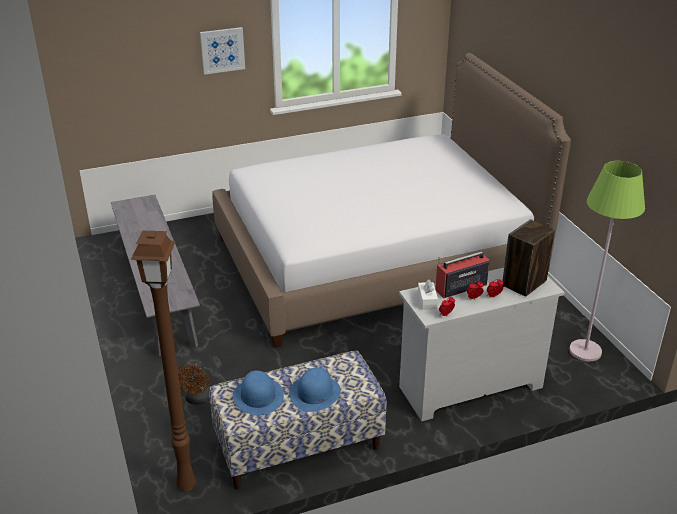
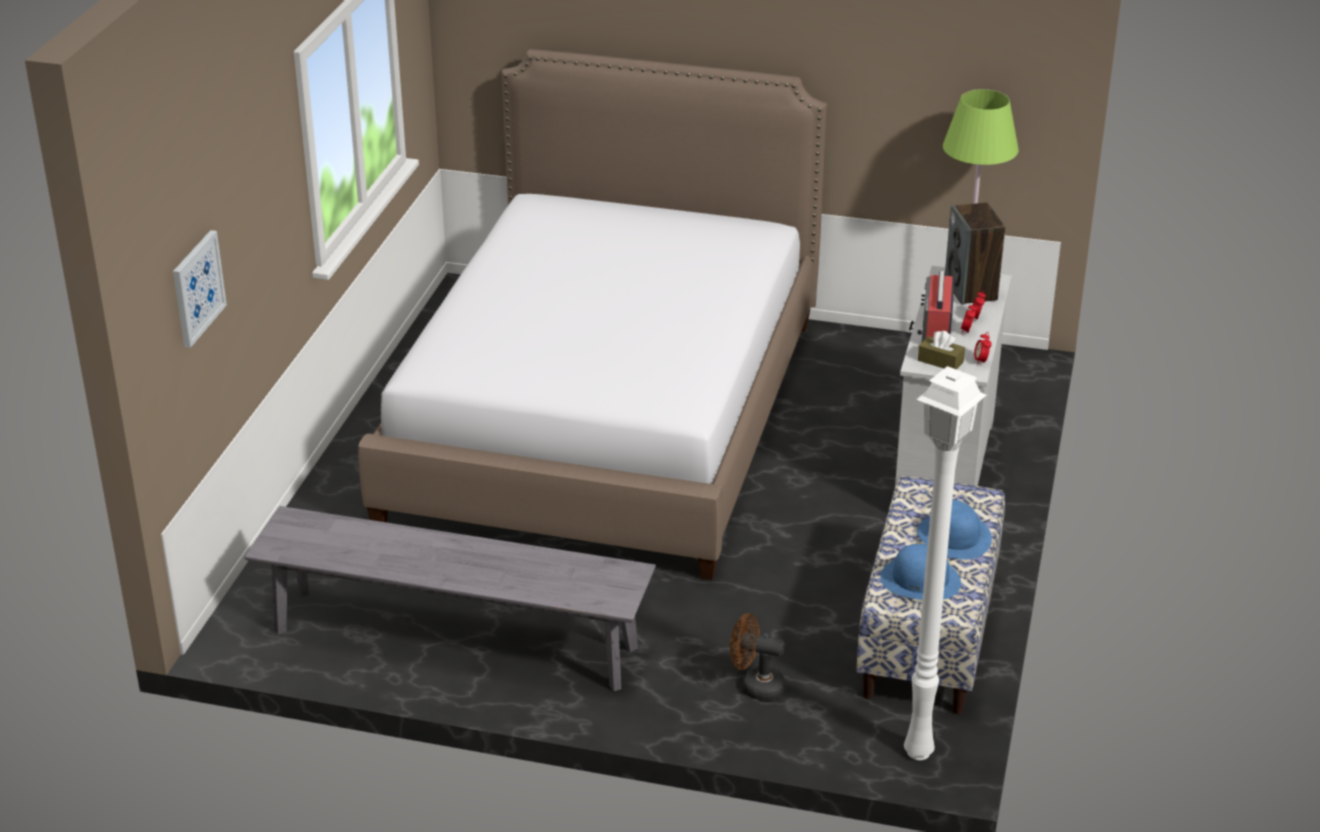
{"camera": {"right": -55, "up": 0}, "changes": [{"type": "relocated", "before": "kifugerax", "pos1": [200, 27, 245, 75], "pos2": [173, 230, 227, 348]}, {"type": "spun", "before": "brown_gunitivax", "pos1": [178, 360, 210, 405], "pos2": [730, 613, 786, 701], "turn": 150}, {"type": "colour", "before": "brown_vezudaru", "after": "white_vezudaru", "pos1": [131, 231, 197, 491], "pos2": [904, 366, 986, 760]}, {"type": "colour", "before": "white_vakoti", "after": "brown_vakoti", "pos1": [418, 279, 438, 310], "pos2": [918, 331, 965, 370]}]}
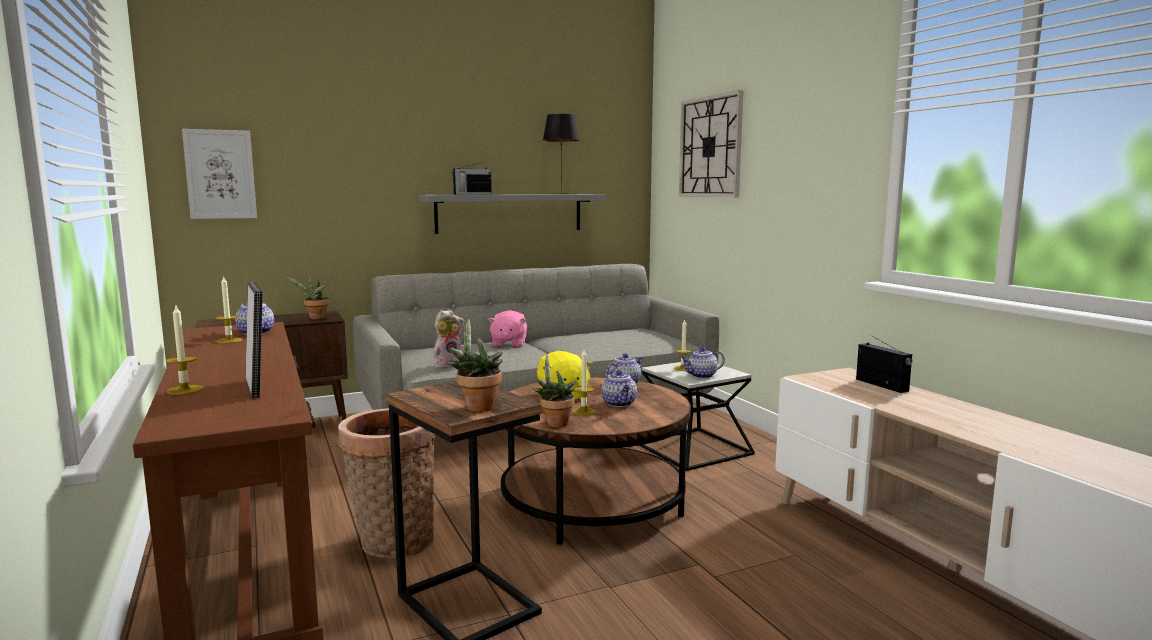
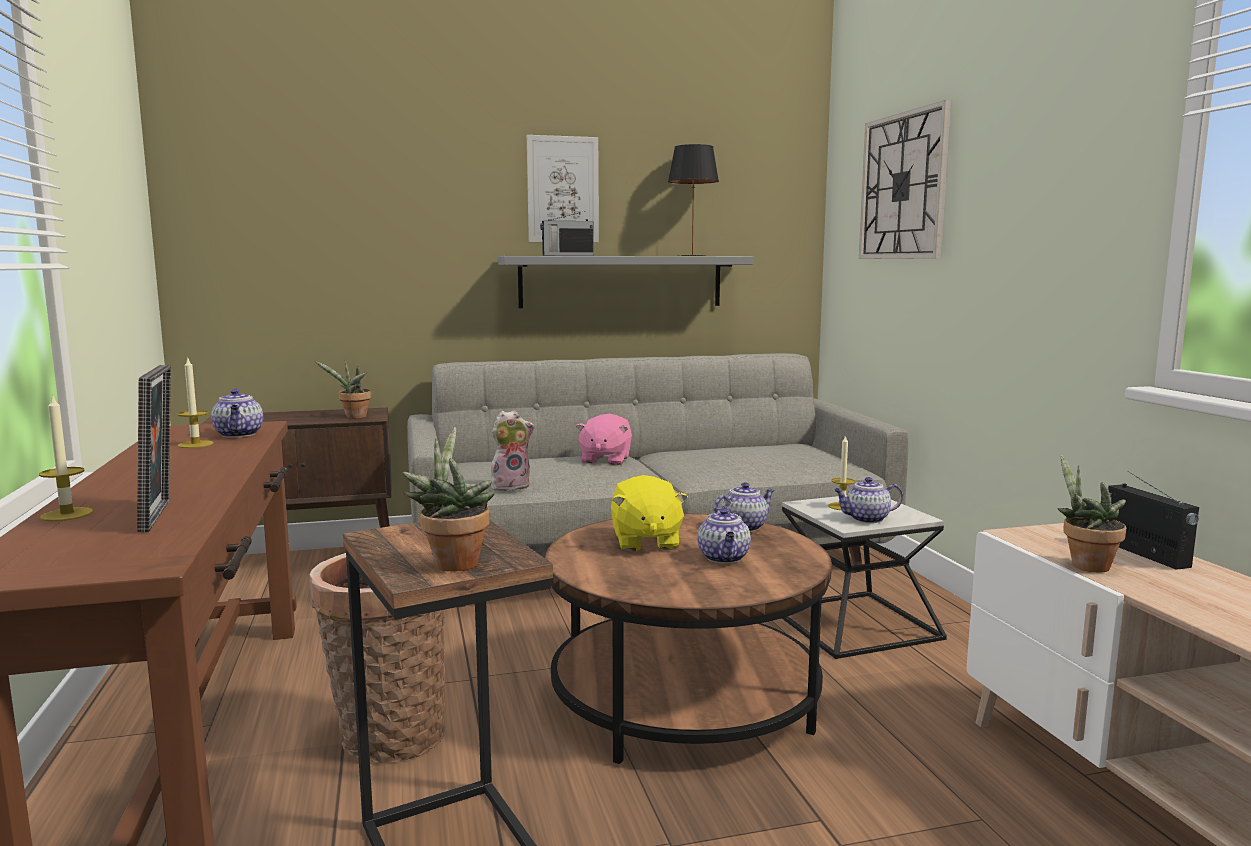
{"camera": {"right": 10, "up": 0}, "changes": [{"type": "relocated", "before": "kifugerax", "pos1": [182, 129, 257, 219], "pos2": [527, 135, 599, 243]}, {"type": "relocated", "before": "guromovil", "pos1": [533, 354, 576, 427], "pos2": [1058, 455, 1126, 573]}, {"type": "missing", "before": "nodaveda", "pos1": [572, 350, 596, 415]}]}
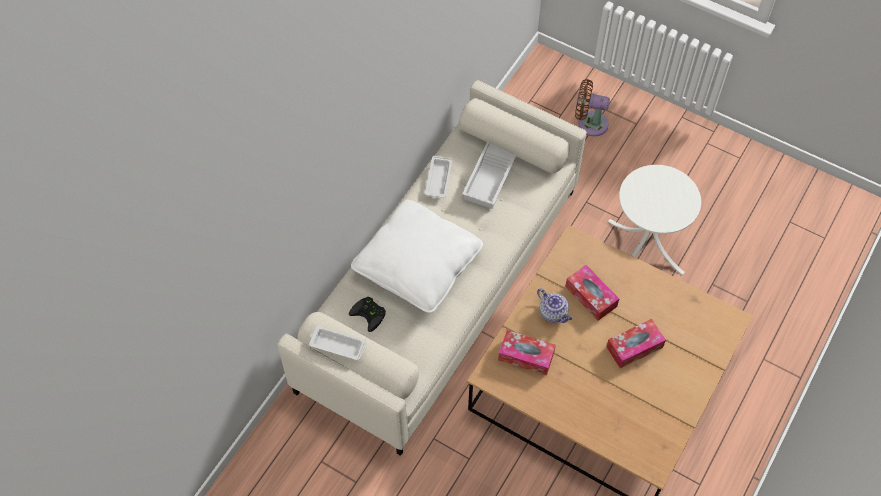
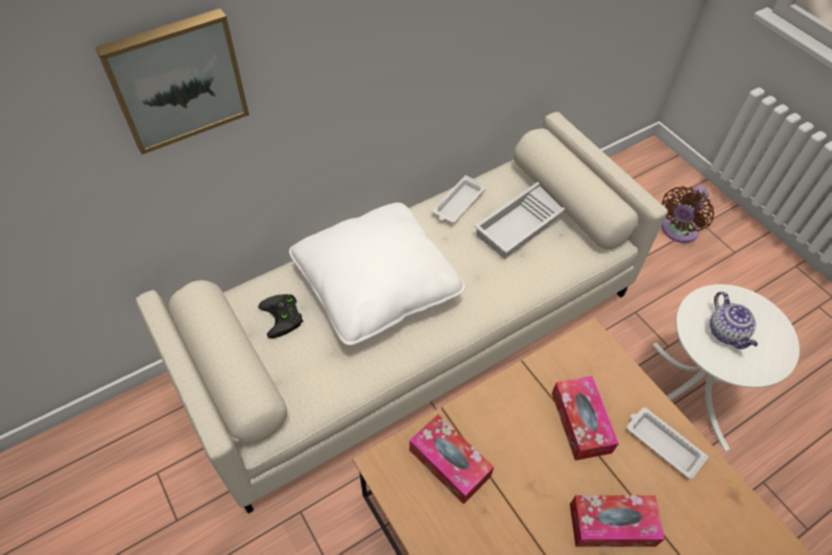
{"camera": {"right": 25, "up": -5}, "changes": [{"type": "appeared", "after": "kifugerax", "pos2": [95, 8, 249, 155]}, {"type": "relocated", "before": "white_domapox", "pos1": [309, 326, 367, 360], "pos2": [627, 408, 708, 479]}, {"type": "spun", "before": "brown_gunitivax", "pos1": [575, 79, 610, 136], "pos2": [662, 186, 714, 243], "turn": -90}, {"type": "relocated", "before": "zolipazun", "pos1": [537, 288, 572, 323], "pos2": [710, 292, 758, 349]}]}
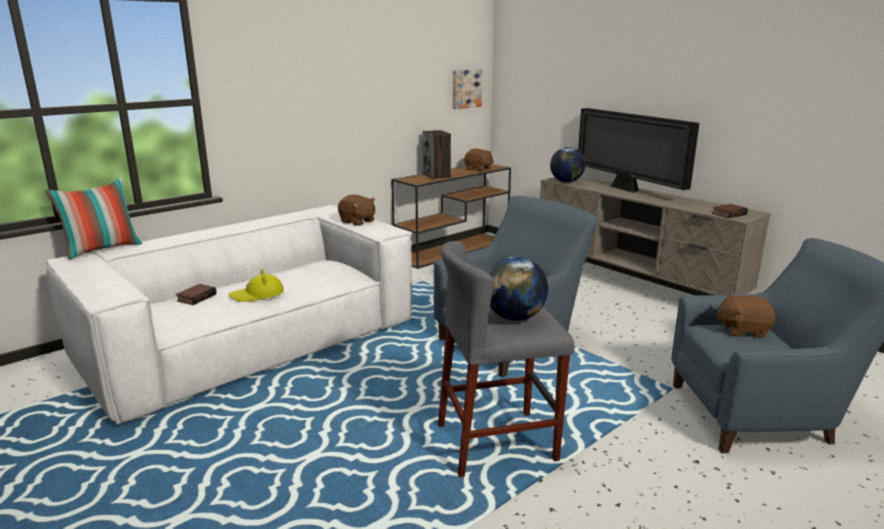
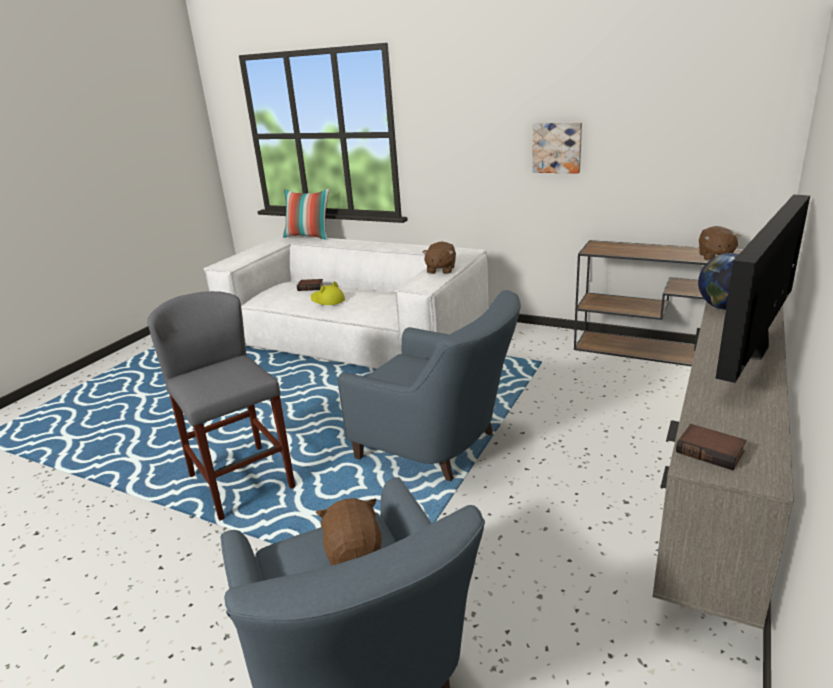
{"camera": {"right": 70, "up": 5}, "changes": [{"type": "relocated", "before": "kifugerax", "pos1": [453, 69, 482, 109], "pos2": [532, 123, 582, 174]}, {"type": "missing", "before": "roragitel", "pos1": [422, 130, 451, 179]}, {"type": "missing", "before": "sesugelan", "pos1": [488, 257, 548, 321]}]}
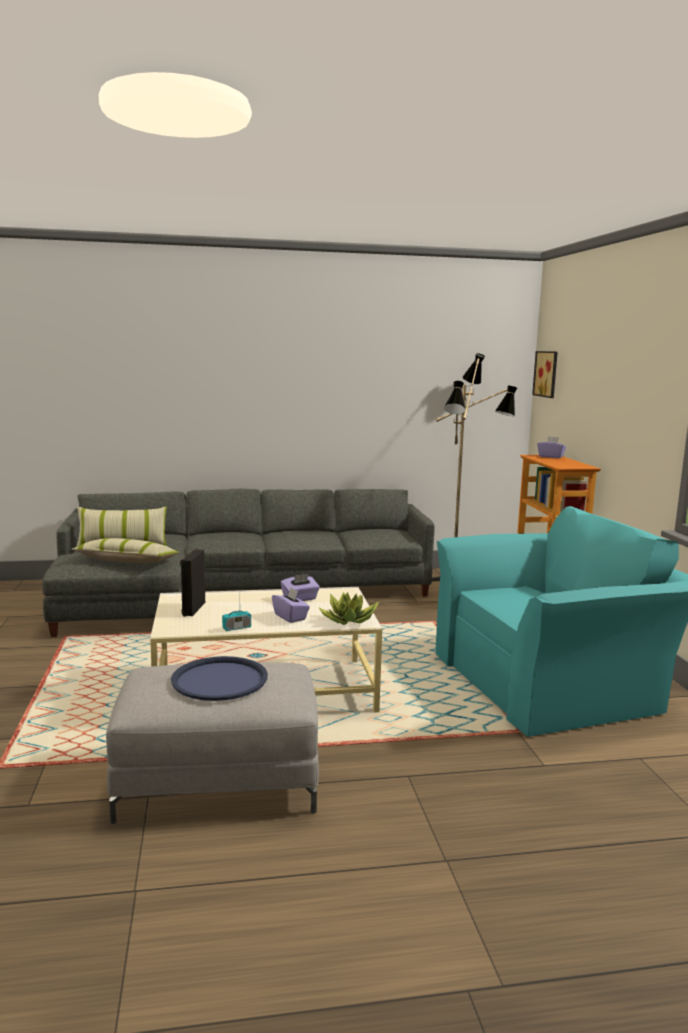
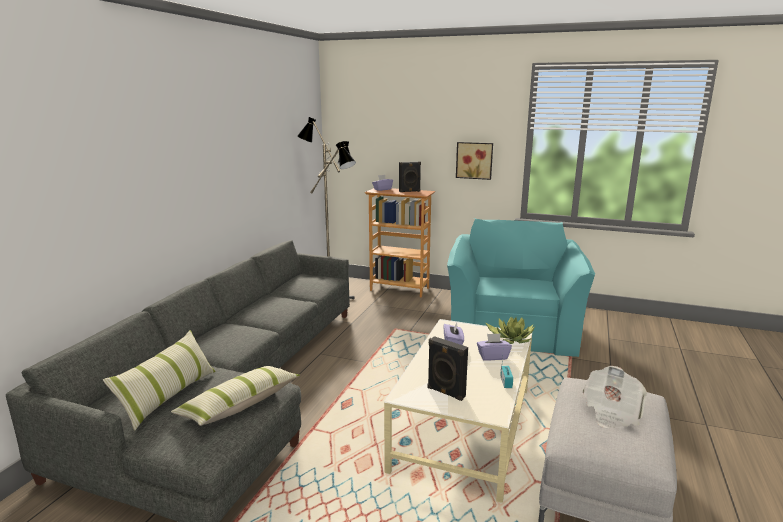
{"camera": {"right": -60, "up": 5}, "changes": [{"type": "appeared", "after": "black_roragitel", "pos2": [399, 161, 421, 192]}, {"type": "relocated", "before": "kifugerax", "pos1": [532, 351, 558, 398], "pos2": [456, 142, 493, 180]}, {"type": "exchanged", "before": "blue_domapox", "after": "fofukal", "pos1": [171, 656, 268, 701], "pos2": [583, 366, 647, 428]}]}
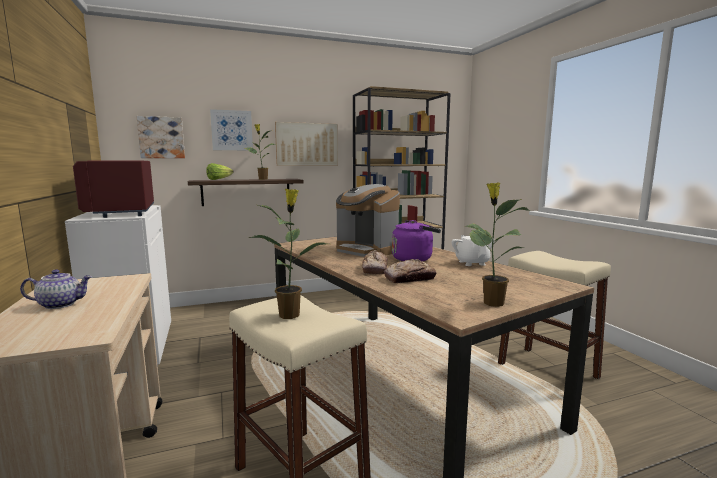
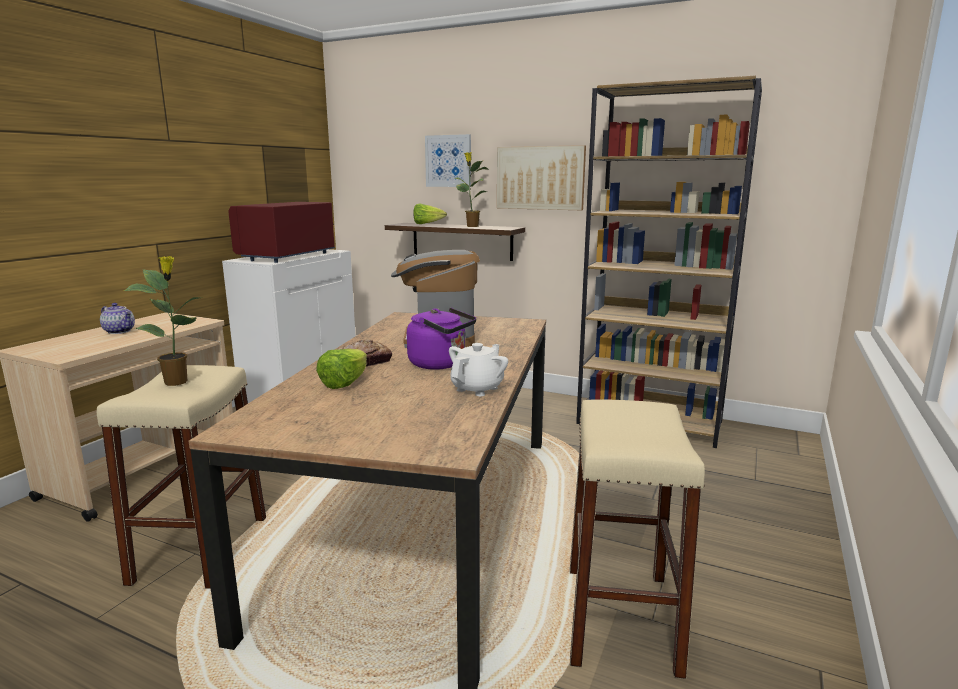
{"camera": {"right": 45, "up": 5}, "changes": [{"type": "exchanged", "before": "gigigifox", "after": "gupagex", "pos1": [384, 259, 436, 283], "pos2": [316, 349, 367, 389]}, {"type": "missing", "before": "kifugerax", "pos1": [136, 116, 185, 158]}, {"type": "missing", "before": "guromovil", "pos1": [465, 183, 531, 307]}]}
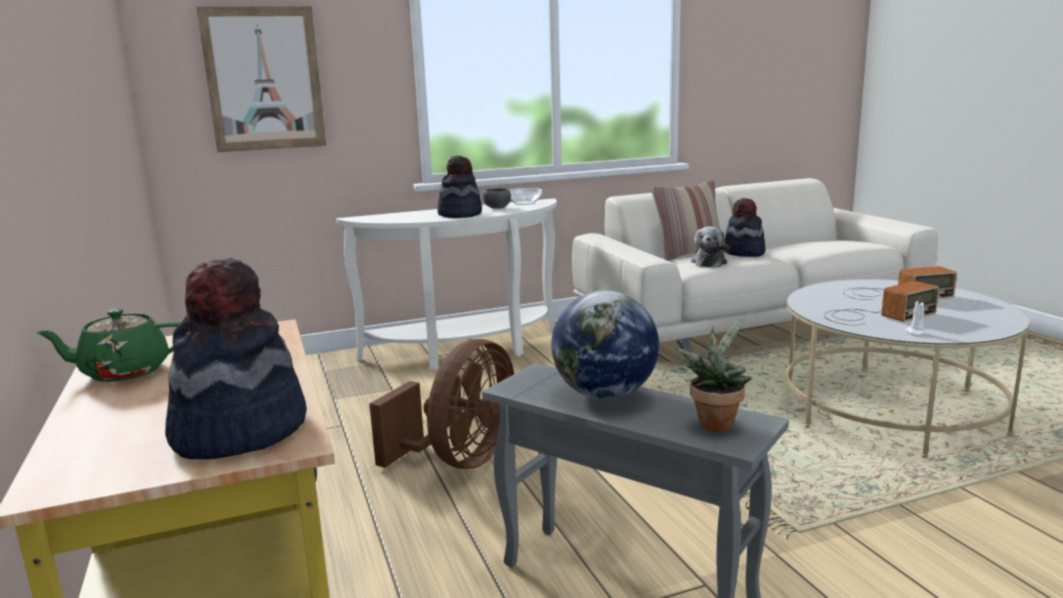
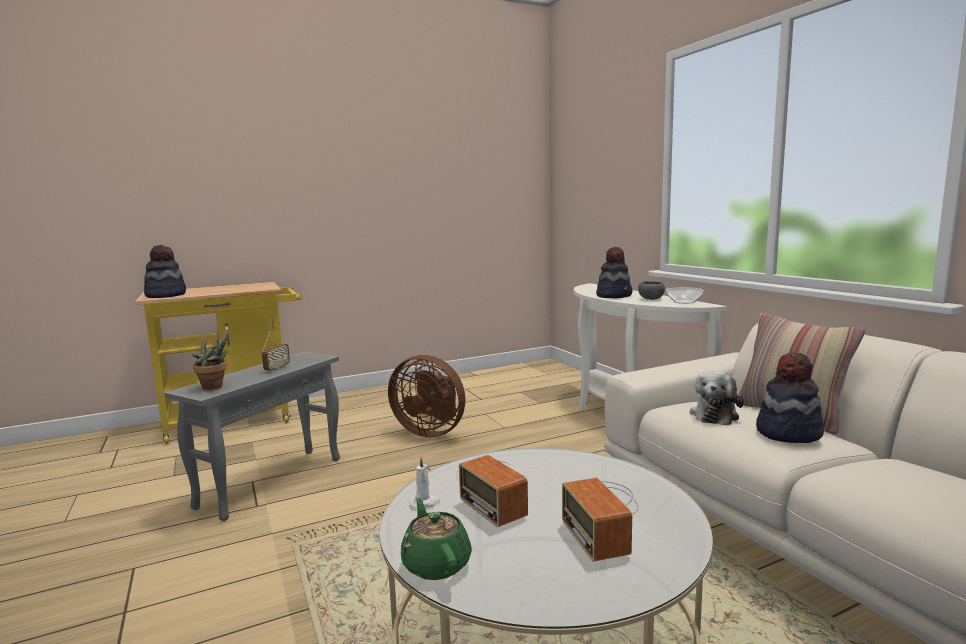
{"camera": {"right": 85, "up": -5}, "changes": [{"type": "exchanged", "before": "sesugelan", "after": "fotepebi", "pos1": [551, 290, 659, 399], "pos2": [262, 329, 290, 372]}, {"type": "relocated", "before": "green_zolipazun", "pos1": [35, 308, 181, 382], "pos2": [401, 498, 472, 580]}, {"type": "spun", "before": "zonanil", "pos1": [691, 226, 730, 267], "pos2": [690, 370, 744, 425], "turn": -75}, {"type": "missing", "before": "kifugerax", "pos1": [196, 6, 326, 152]}]}
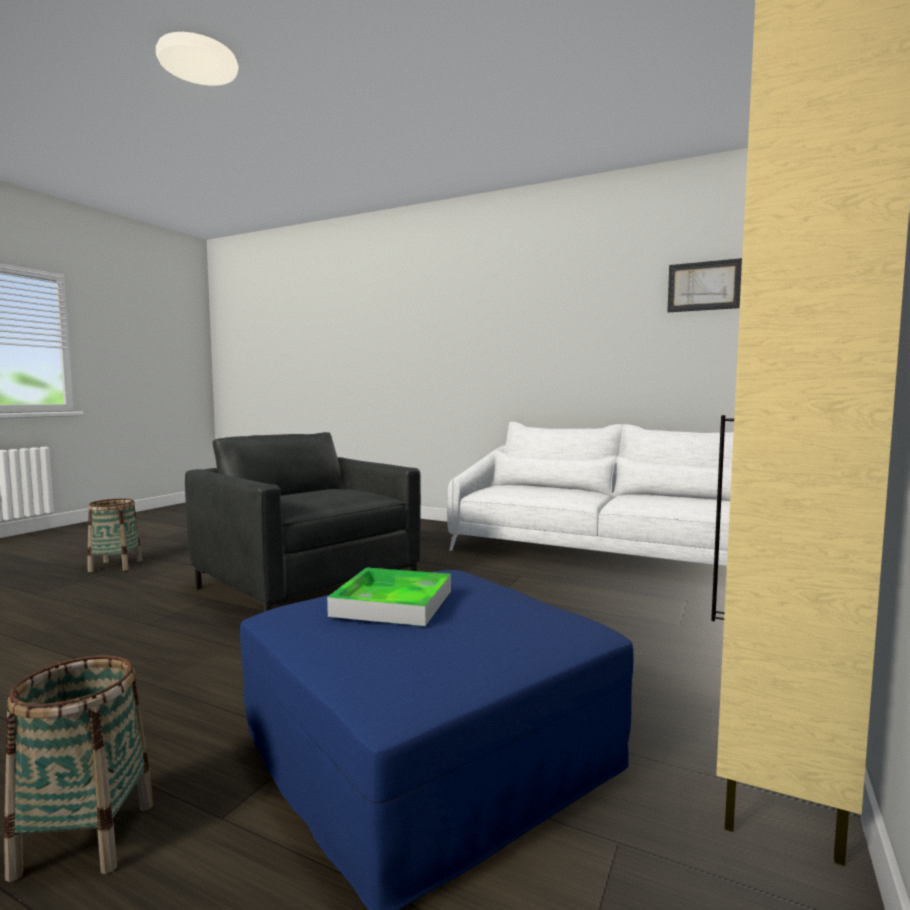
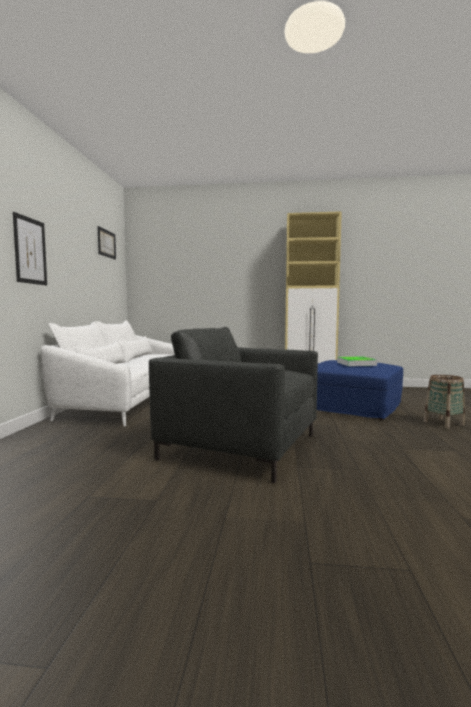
{"camera": {"right": -110, "up": 0}, "changes": [{"type": "appeared", "after": "kifugerax", "pos2": [13, 212, 47, 285]}, {"type": "spun", "before": "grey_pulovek", "pos1": [185, 432, 421, 612], "pos2": [149, 327, 318, 483], "turn": 90}, {"type": "missing", "before": "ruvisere", "pos1": [87, 499, 142, 572]}]}
